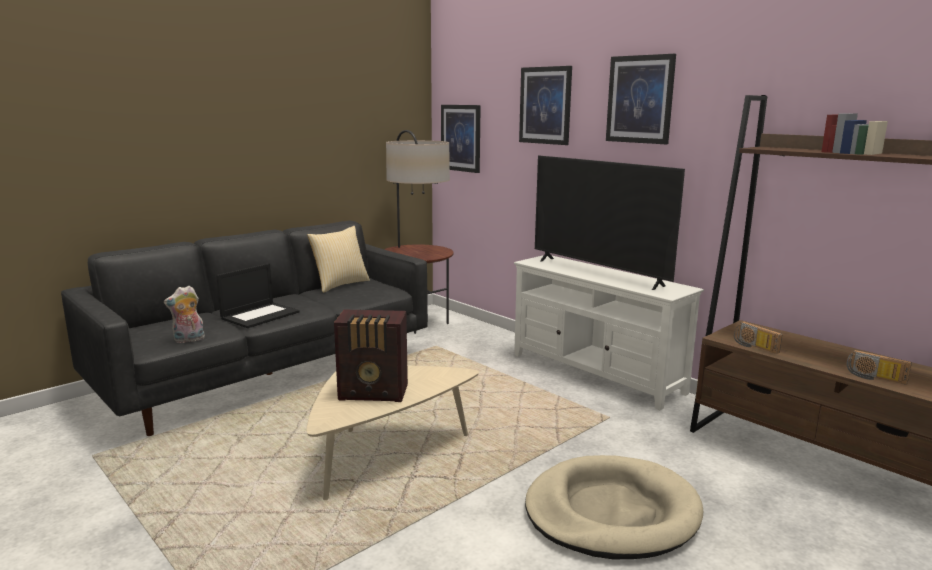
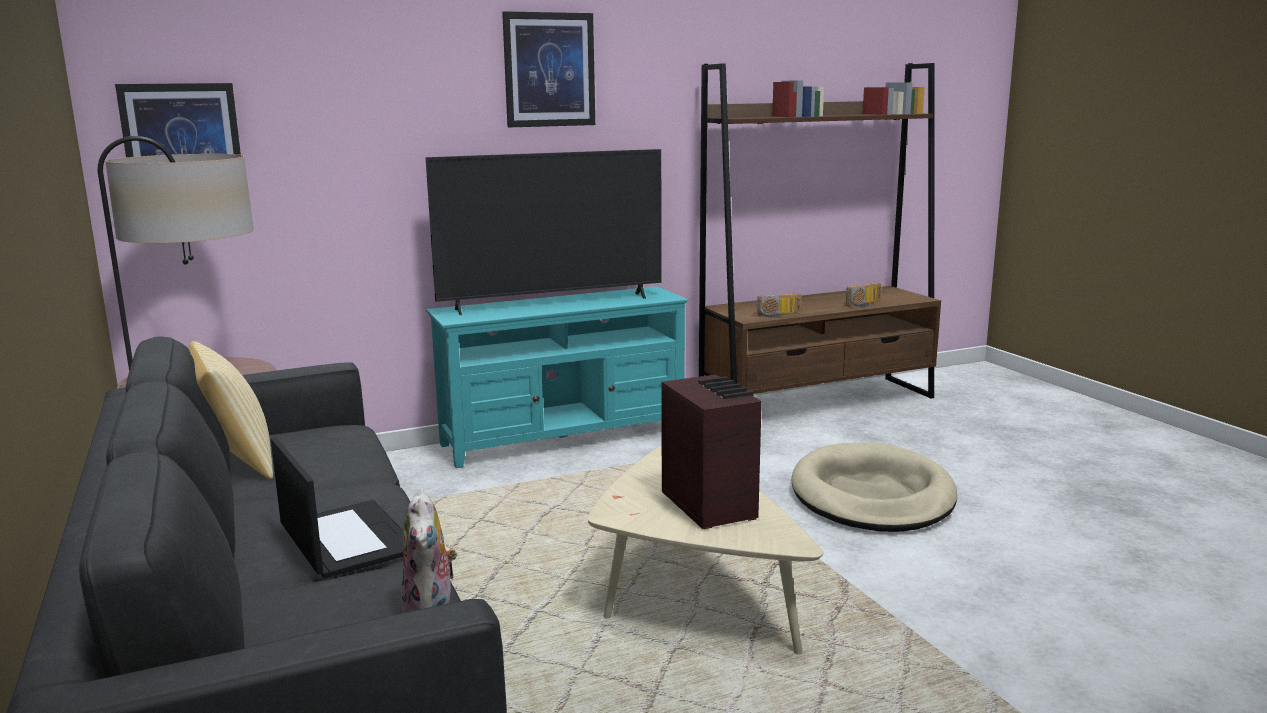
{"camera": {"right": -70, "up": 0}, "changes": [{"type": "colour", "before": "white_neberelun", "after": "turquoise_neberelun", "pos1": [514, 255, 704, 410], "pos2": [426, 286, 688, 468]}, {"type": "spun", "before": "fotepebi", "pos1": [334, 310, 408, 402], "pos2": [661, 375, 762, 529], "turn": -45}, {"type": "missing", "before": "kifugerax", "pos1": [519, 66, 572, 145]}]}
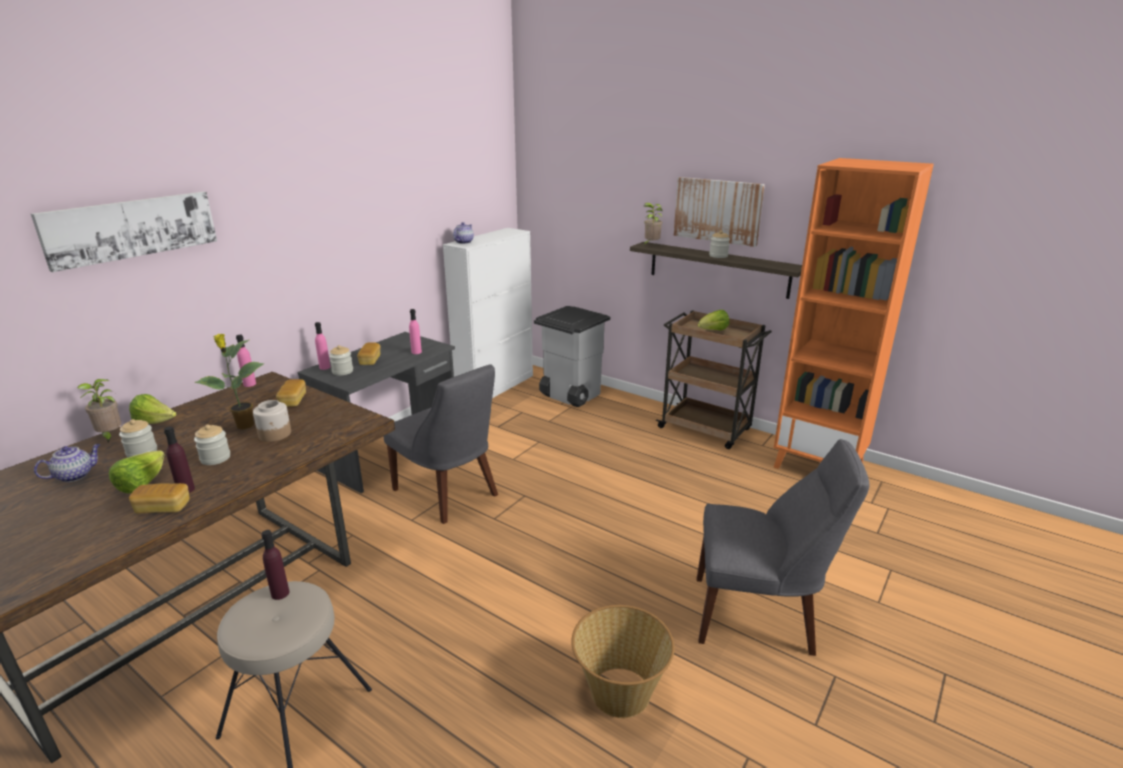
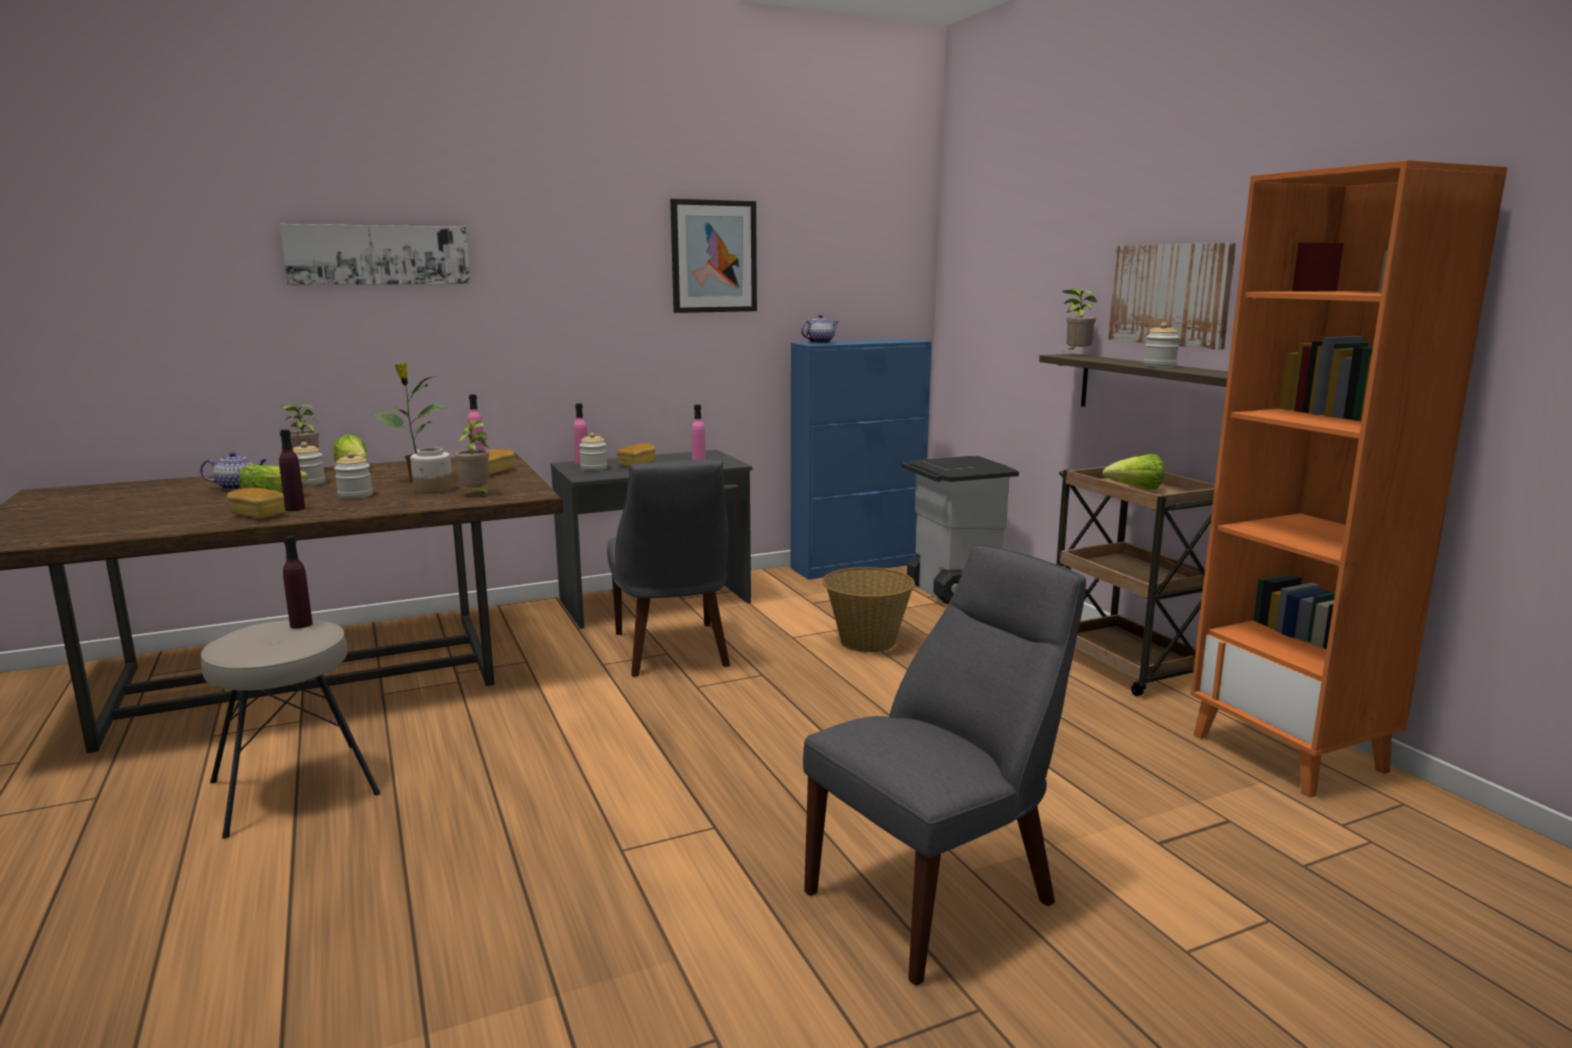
{"camera": {"right": 30, "up": -10}, "changes": [{"type": "appeared", "after": "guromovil", "pos2": [455, 420, 489, 496]}, {"type": "appeared", "after": "kifugerax", "pos2": [670, 199, 757, 313]}, {"type": "colour", "before": "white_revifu", "after": "blue_revifu", "pos1": [443, 228, 533, 398], "pos2": [791, 339, 932, 580]}, {"type": "spun", "before": "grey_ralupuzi", "pos1": [697, 439, 870, 656], "pos2": [803, 545, 1086, 986], "turn": -75}, {"type": "relocated", "before": "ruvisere", "pos1": [571, 605, 675, 718], "pos2": [822, 567, 915, 653]}]}
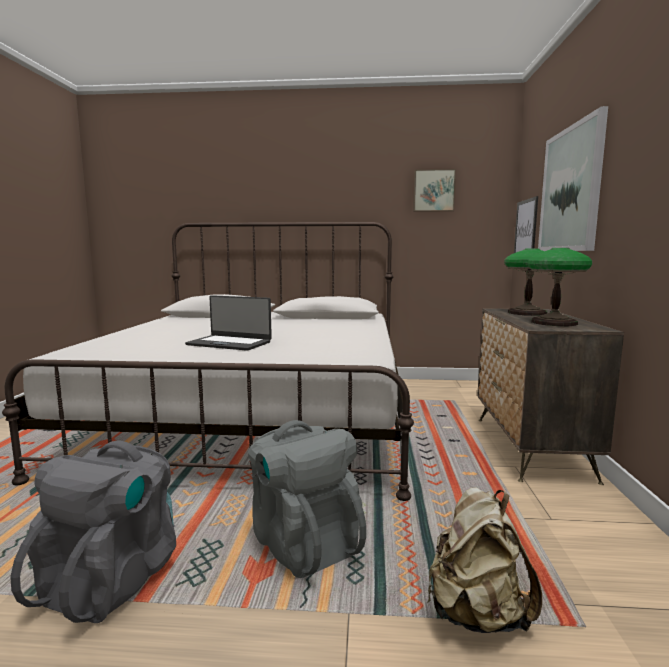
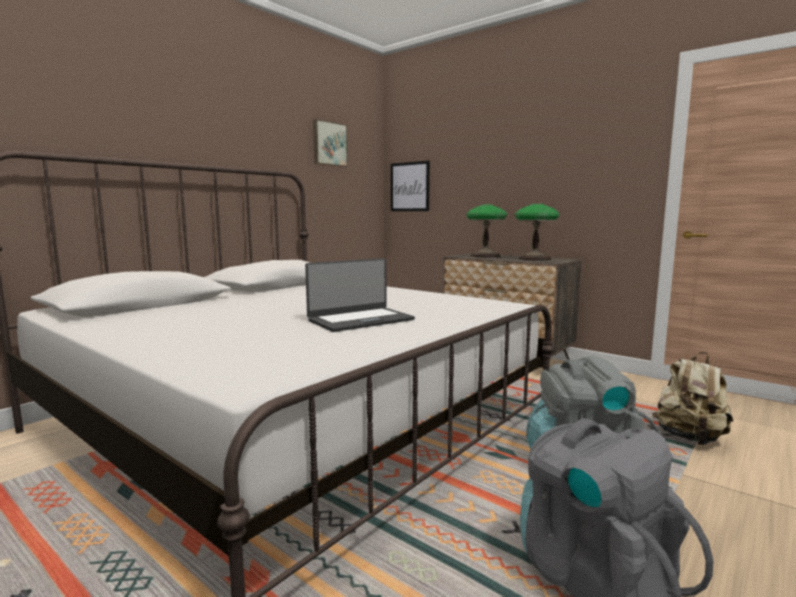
{"camera": {"right": -55, "up": 0}, "changes": [{"type": "missing", "before": "kifugerax", "pos1": [538, 106, 608, 251]}]}
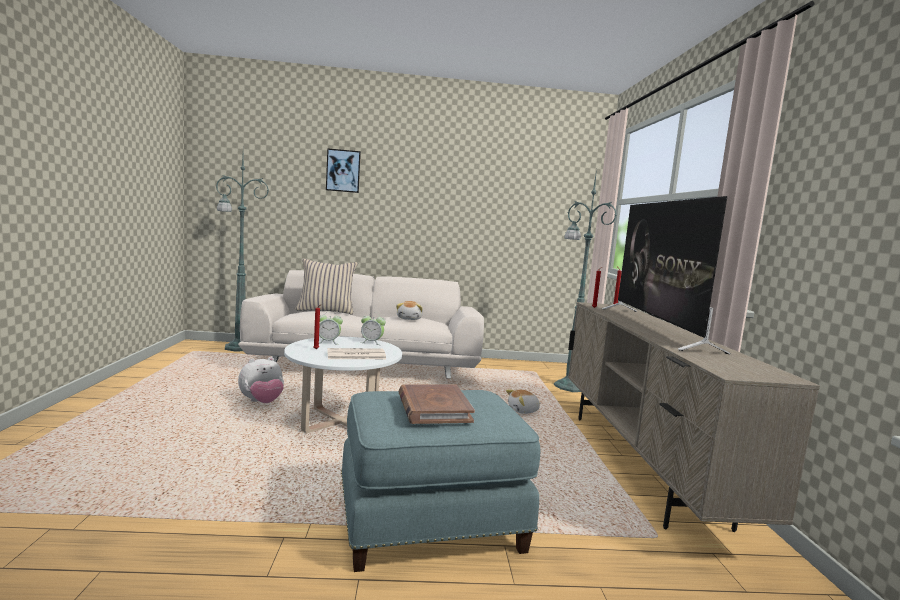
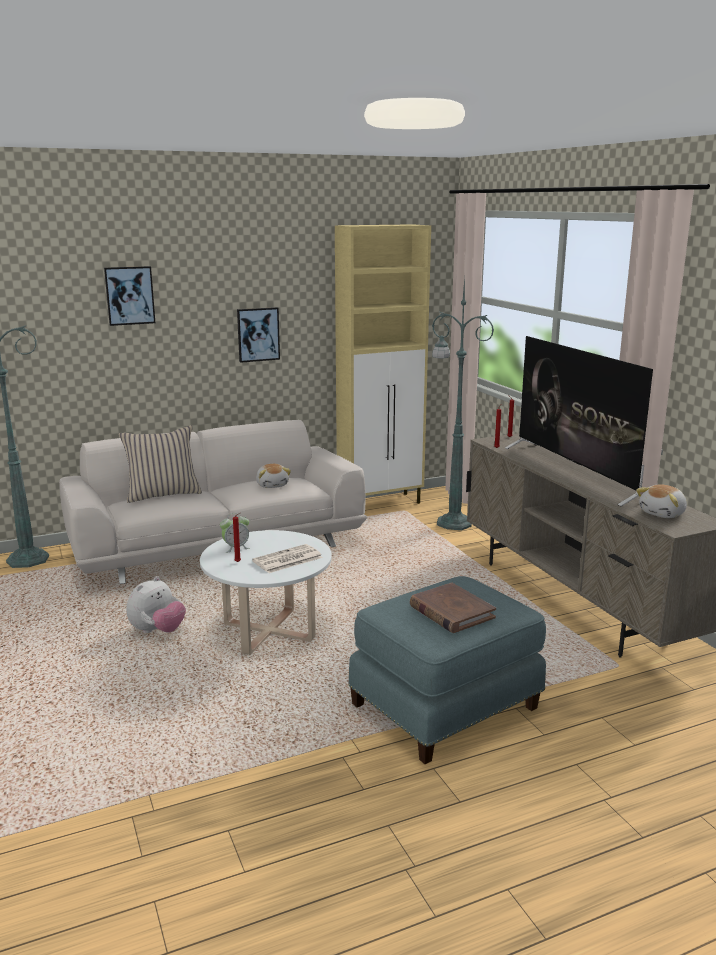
{"camera": {"right": -20, "up": 10}, "changes": [{"type": "appeared", "after": "kifugerax", "pos2": [237, 307, 280, 363]}, {"type": "appeared", "after": "beige_revifu", "pos2": [335, 224, 431, 504]}, {"type": "relocated", "before": "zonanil", "pos1": [506, 389, 541, 414], "pos2": [636, 484, 687, 518]}, {"type": "missing", "before": "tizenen", "pos1": [361, 312, 386, 345]}]}
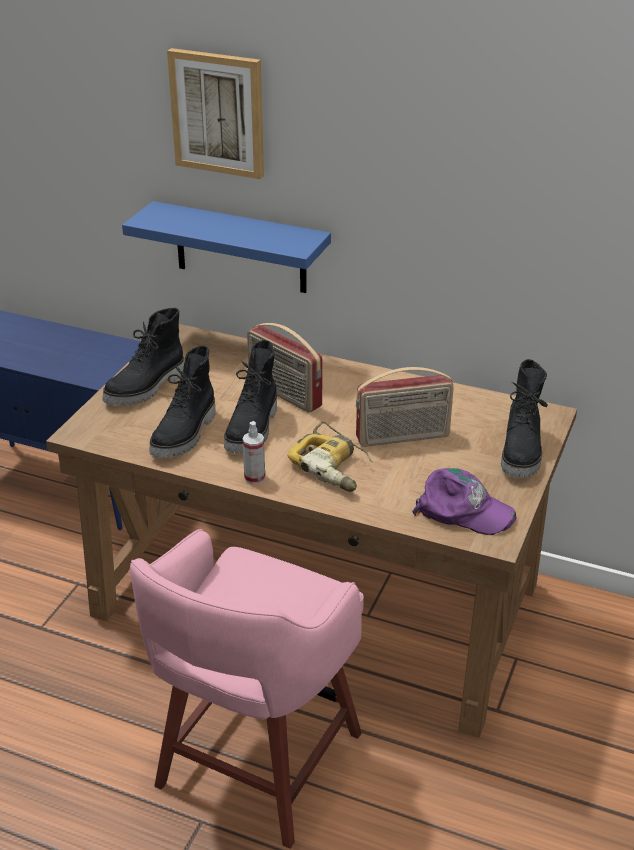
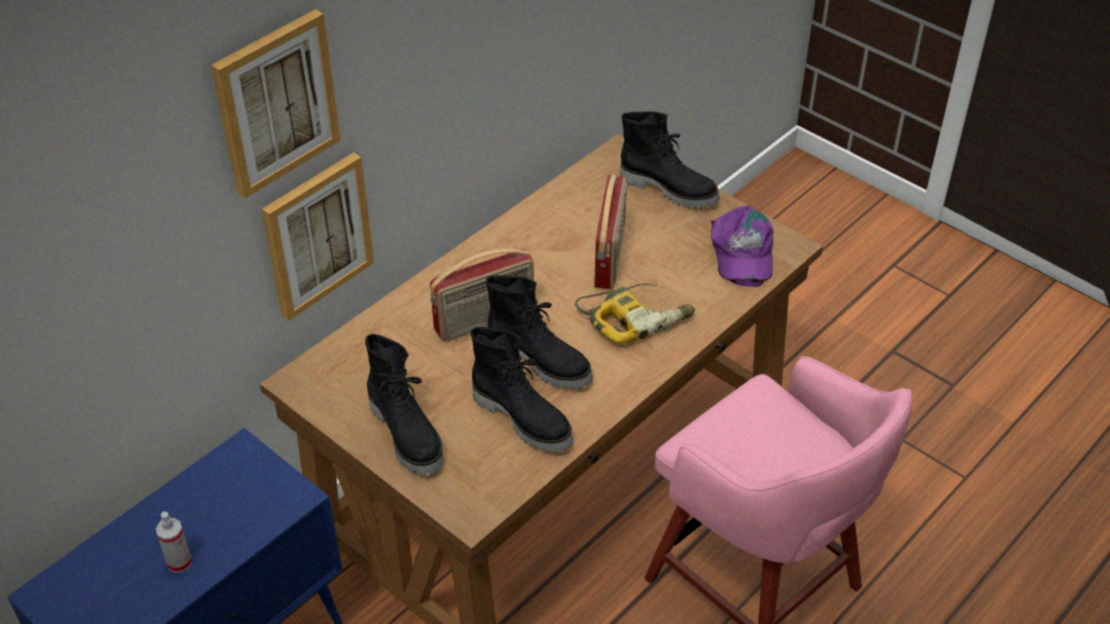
{"camera": {"right": -70, "up": 10}, "changes": [{"type": "relocated", "before": "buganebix", "pos1": [243, 421, 265, 484], "pos2": [156, 512, 192, 573]}, {"type": "exchanged", "before": "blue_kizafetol", "after": "kifugerax", "pos1": [122, 201, 331, 293], "pos2": [261, 152, 374, 321]}, {"type": "spun", "before": "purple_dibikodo", "pos1": [412, 468, 517, 535], "pos2": [711, 206, 773, 287], "turn": 135}]}
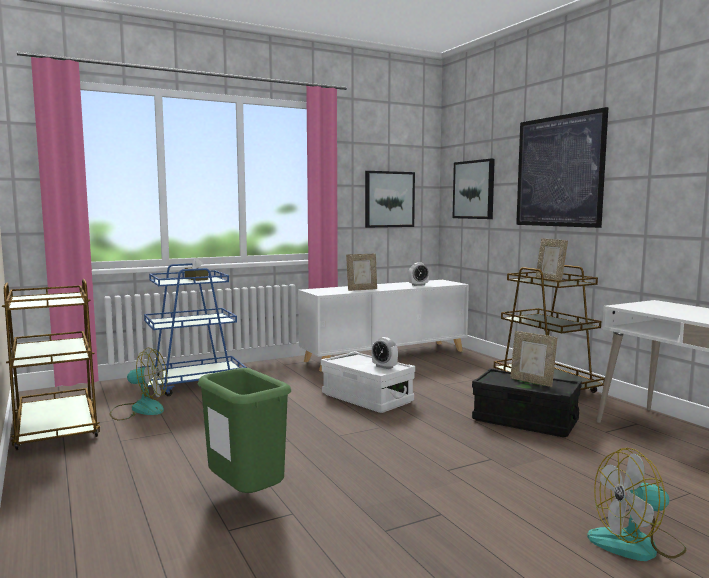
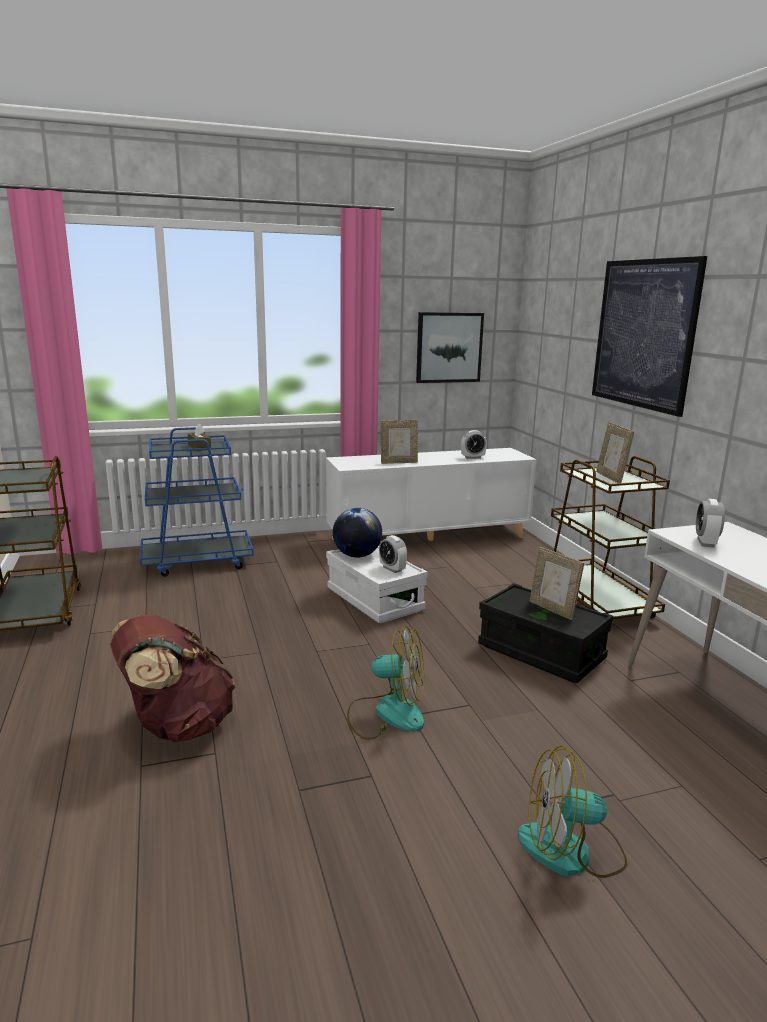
{"camera": {"right": 10, "up": 10}, "changes": [{"type": "exchanged", "before": "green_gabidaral", "after": "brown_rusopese", "pos1": [198, 368, 291, 493], "pos2": [110, 615, 235, 742]}, {"type": "appeared", "after": "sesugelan", "pos2": [333, 508, 382, 558]}, {"type": "relocated", "before": "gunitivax", "pos1": [110, 347, 167, 420], "pos2": [347, 625, 424, 740]}, {"type": "appeared", "after": "tizenen", "pos2": [696, 499, 725, 548]}, {"type": "missing", "before": "kifugerax", "pos1": [453, 159, 495, 219]}]}
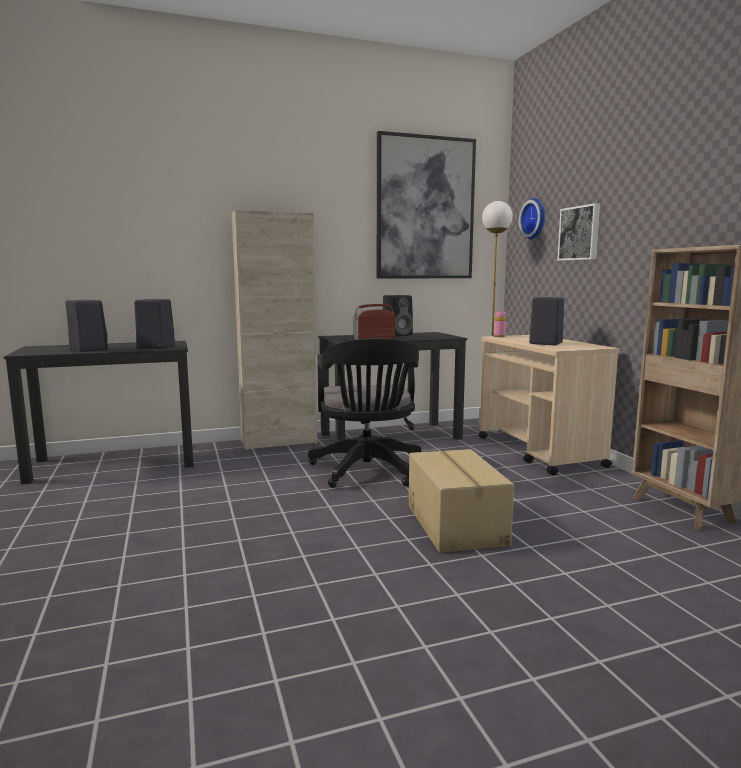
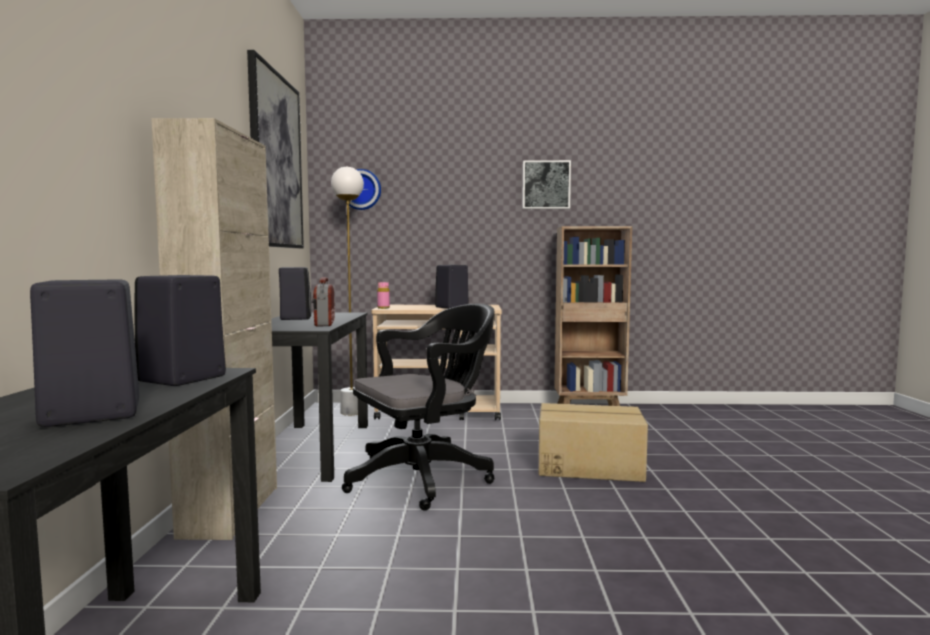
{"camera": {"right": -70, "up": -5}, "changes": [{"type": "spun", "before": "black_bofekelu", "pos1": [308, 338, 421, 488], "pos2": [342, 304, 495, 511], "turn": -45}, {"type": "relocated", "before": "kifugerax", "pos1": [557, 203, 600, 261], "pos2": [522, 160, 571, 209]}]}
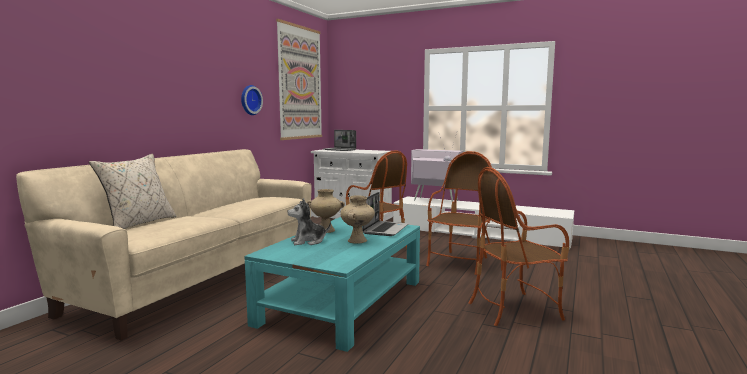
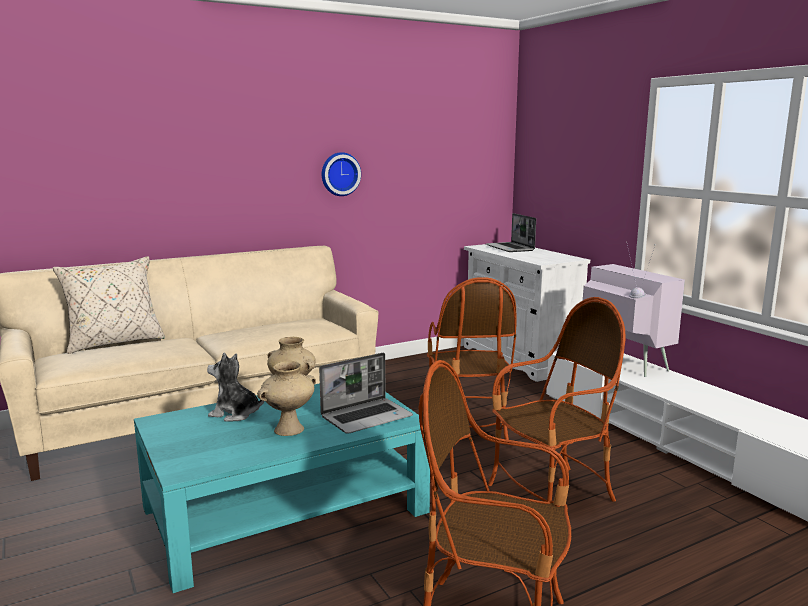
{"camera": {"right": 35, "up": 5}, "changes": [{"type": "missing", "before": "kifugerax", "pos1": [276, 19, 322, 140]}]}
